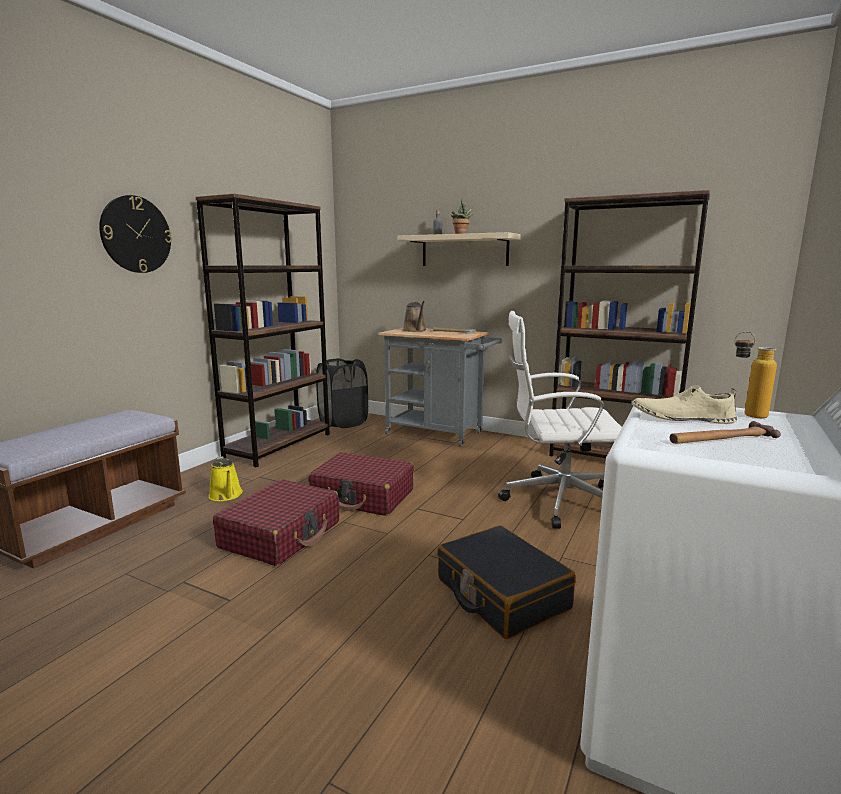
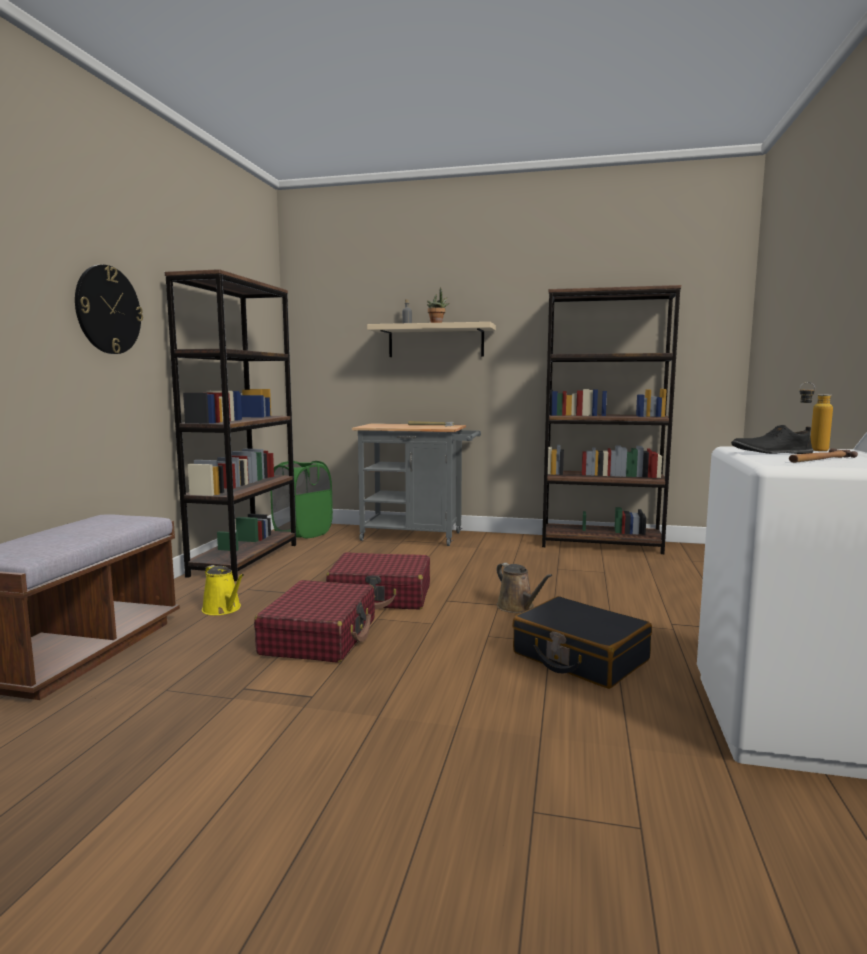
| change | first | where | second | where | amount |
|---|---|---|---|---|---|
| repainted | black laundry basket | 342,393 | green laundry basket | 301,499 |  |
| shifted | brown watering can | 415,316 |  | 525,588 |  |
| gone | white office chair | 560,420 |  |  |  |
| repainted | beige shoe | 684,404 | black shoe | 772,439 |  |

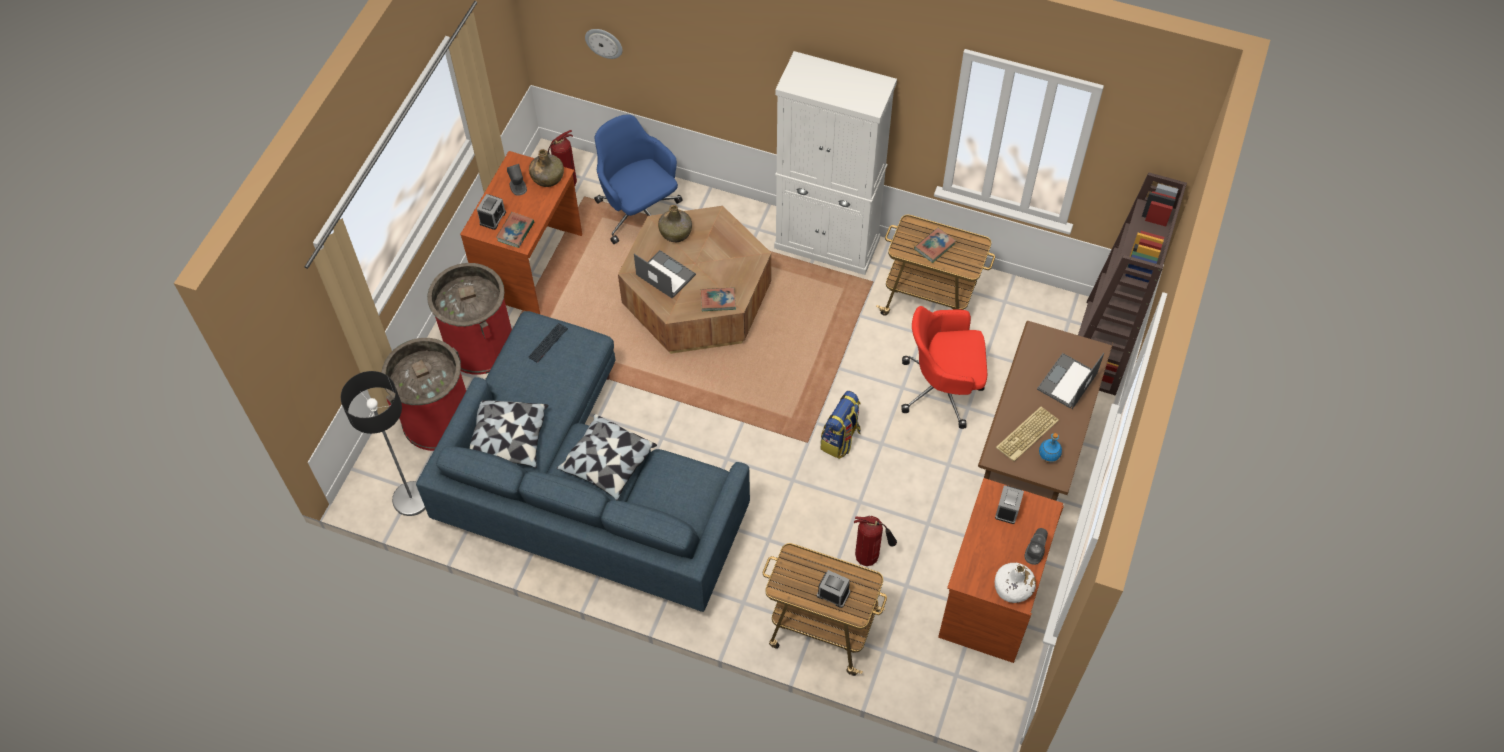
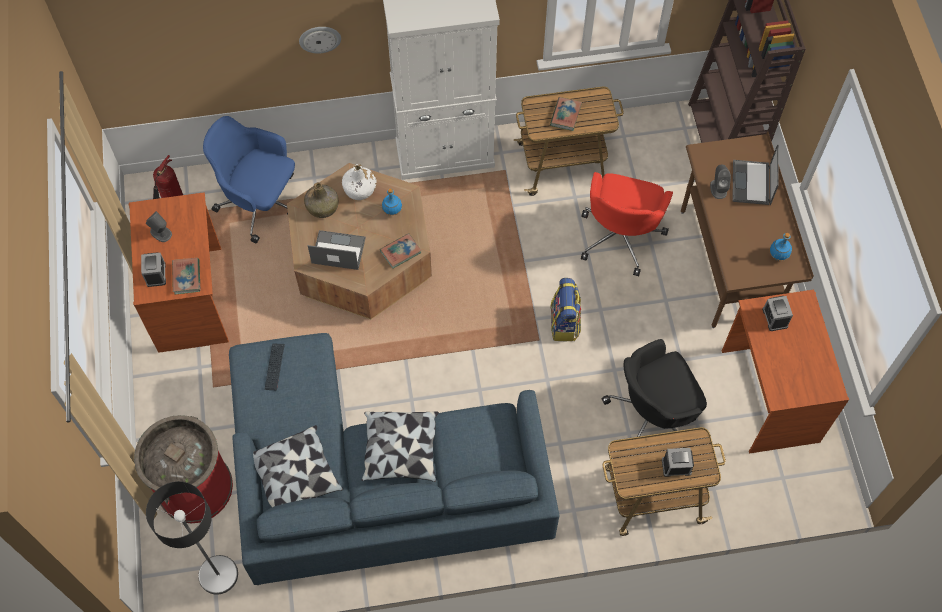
| change | first | where | second | where | amount |
|---|---|---|---|---|---|
| gone | red trash can | 469,319 |  |  |  |
| gone | green bottle | 546,168 |  |  |  |
| shifted | wall clock | 603,44 |  | 320,40 |  |
| swapped | fire extinguisher | 875,541 | black office chair | 654,394 |  |
| rotated | red office chair | 944,367 |  | 627,224 | 45 degrees counterclockwise |
| gone | keyboard | 1027,434 |  |  |  |
| shifted | white bottle | 1015,583 |  | 359,182 |  |
| shifted | grey speaker | 1036,546 |  | 720,182 |  |
| new |  |  | blue bottle | 392,202 |  |

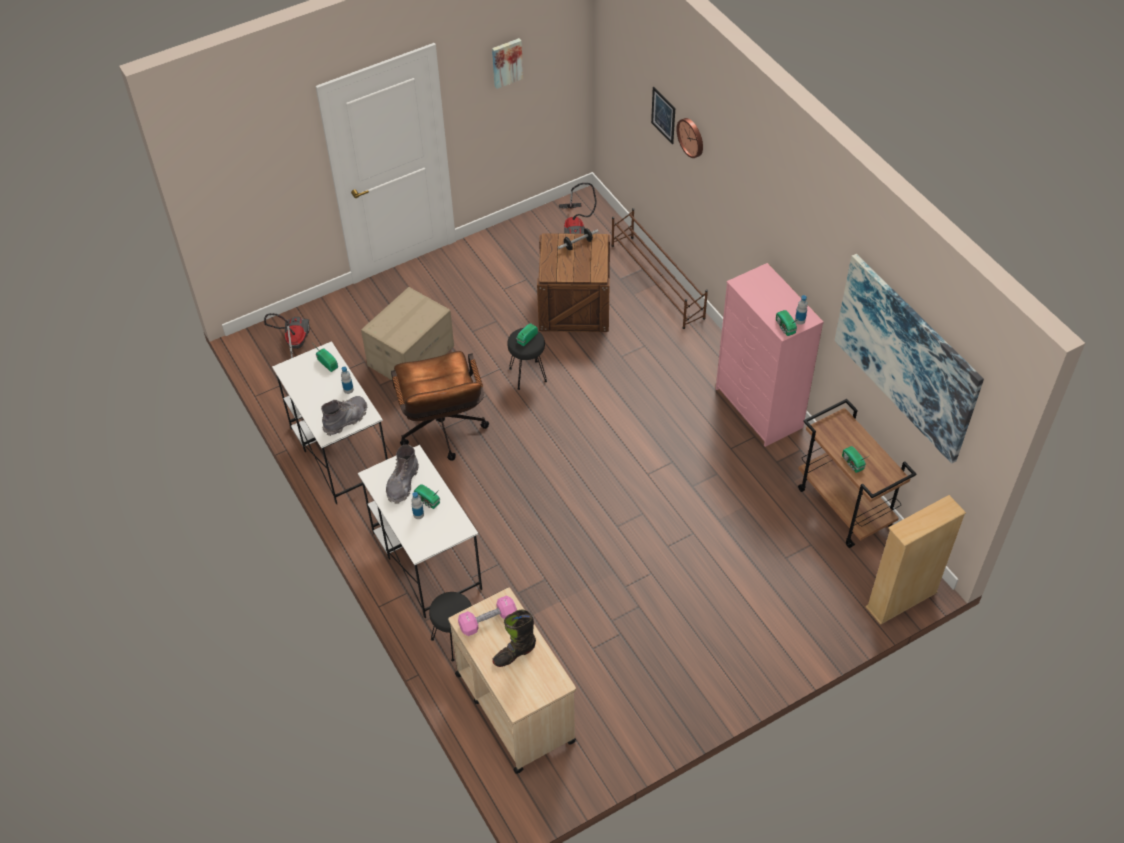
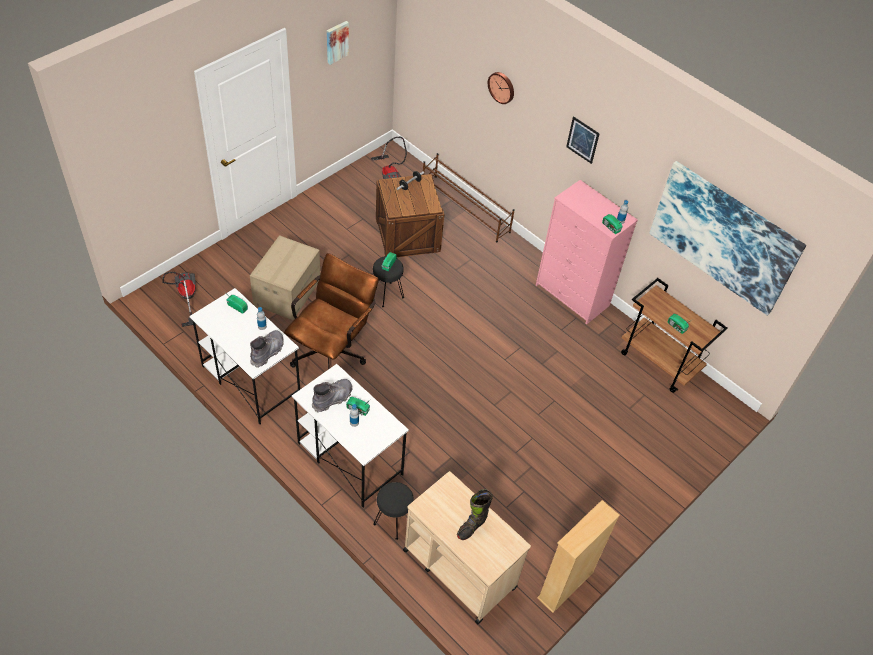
| change | first | where | second | where | amount |
|---|---|---|---|---|---|
| rotated | grey boot | 402,474 |  | 332,395 | 135 degrees counterclockwise |
| rotated | brown office chair | 440,406 |  | 331,311 | 120 degrees counterclockwise |
| gone | pink dumbbell | 487,616 |  |  |  |
| shifted | picture | 663,115 |  | 583,140 |  |
| shifted | beige bookcase | 915,560 |  | 578,556 |  |

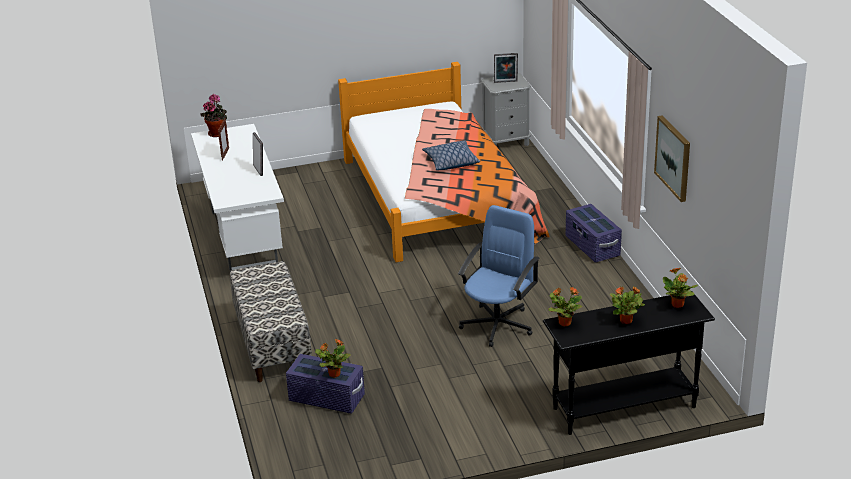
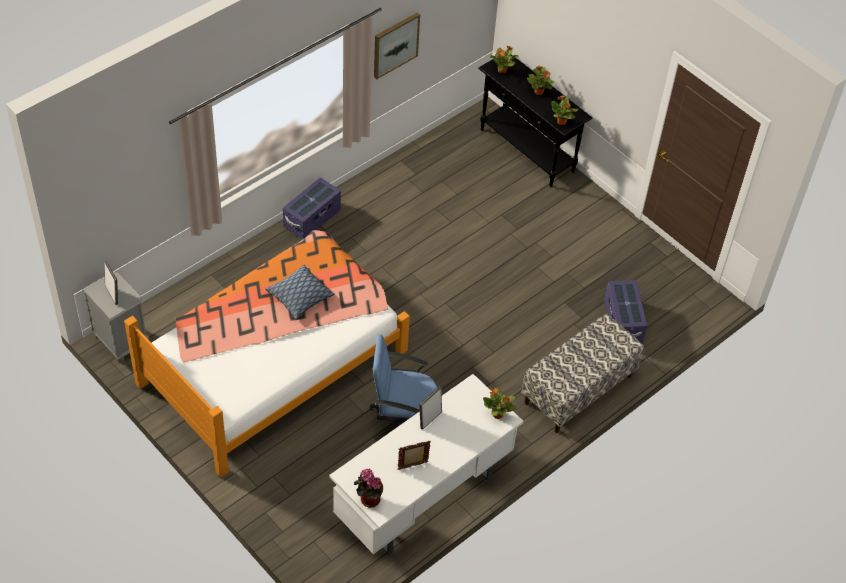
| change | first | where | second | where | amount |
|---|---|---|---|---|---|
| shifted | potted plant | 333,358 |  | 499,403 |  |
| shifted | blue office chair | 498,276 |  | 403,387 |  |

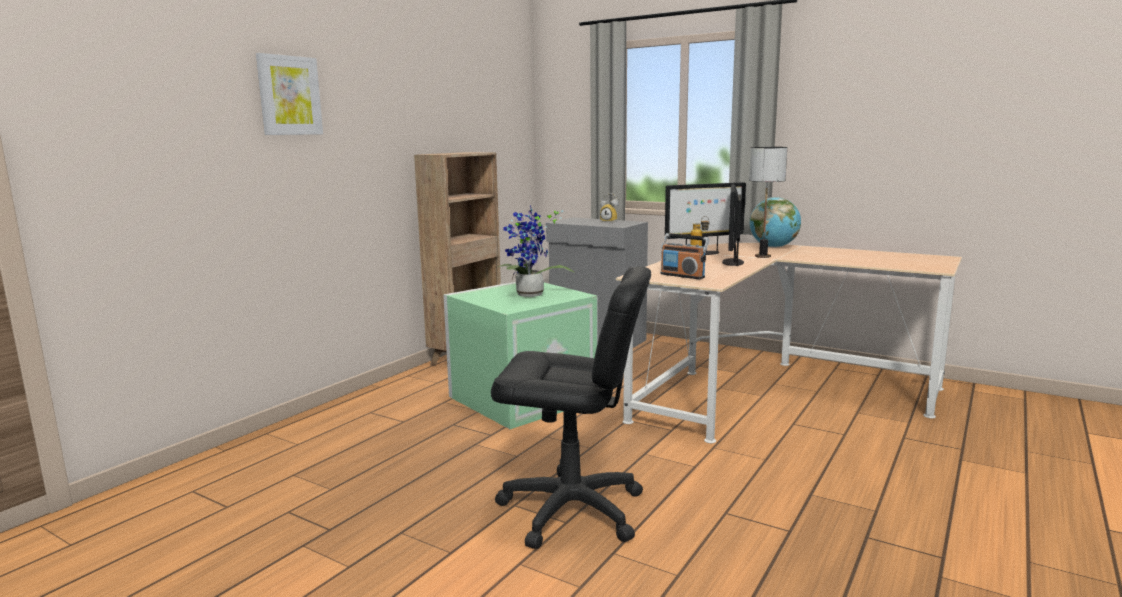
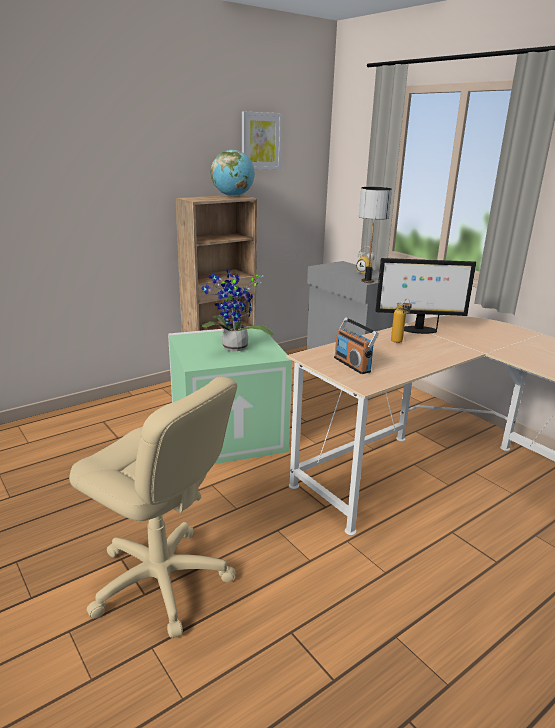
| change | first | where | second | where | amount |
|---|---|---|---|---|---|
| shifted | picture | 289,94 |  | 262,141 |  |
| repainted | black office chair | 571,407 | beige office chair | 153,507 |  |
| gone | monitor | 733,225 |  |  |  |
| shifted | table lamp | 768,202 |  | 375,235 |  |
| shifted | globe | 775,222 |  | 233,173 |  |

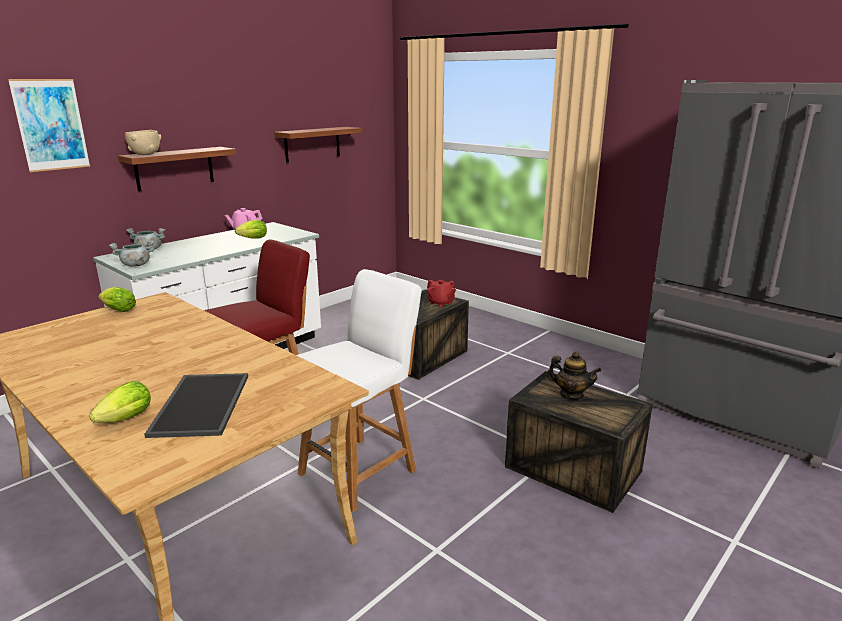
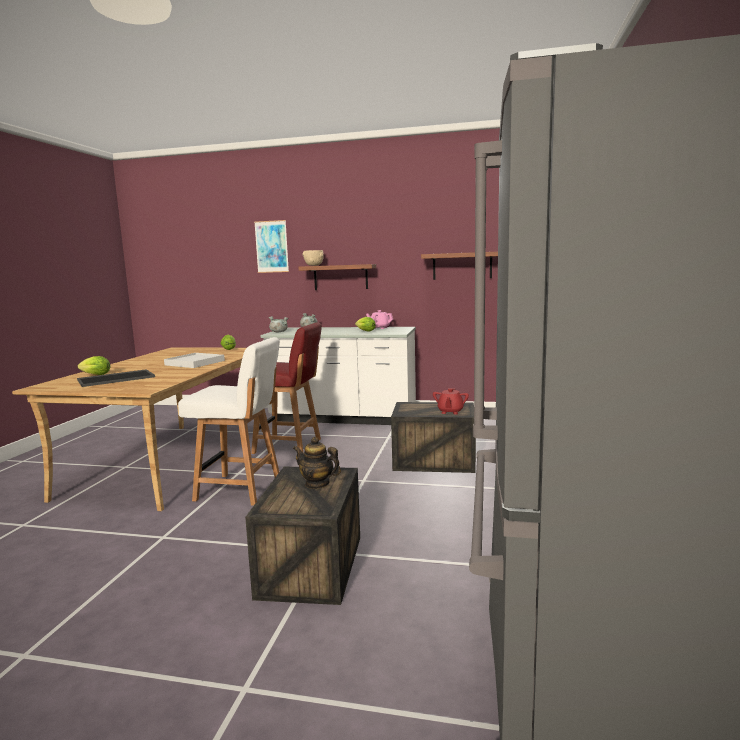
| change | first | where | second | where | amount |
|---|---|---|---|---|---|
| rotated | teapot | 574,375 |  | 317,463 | 120 degrees clockwise |
| new |  |  | white tray | 194,360 |  |

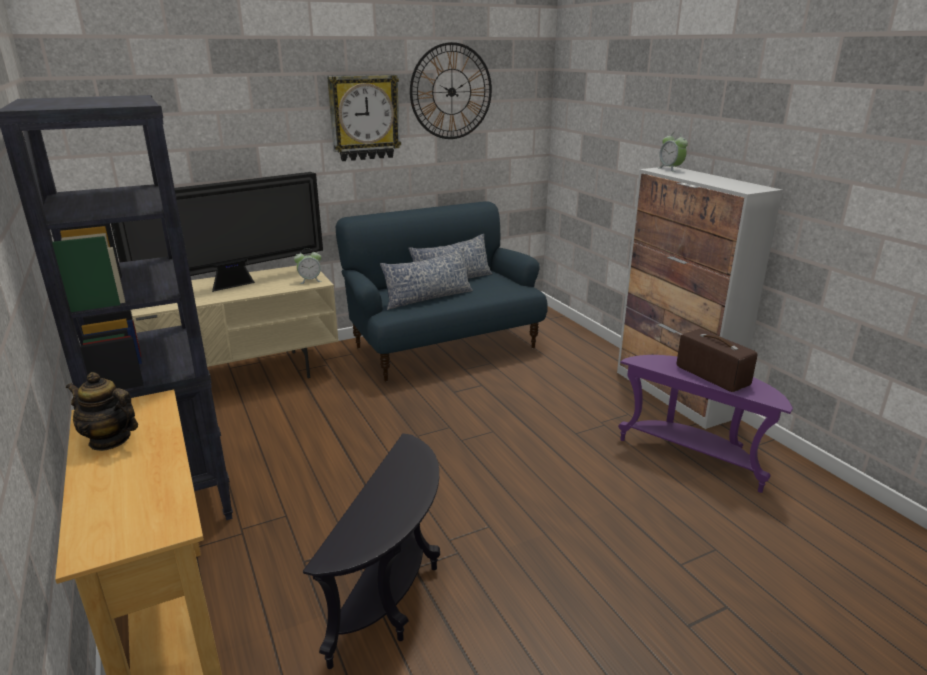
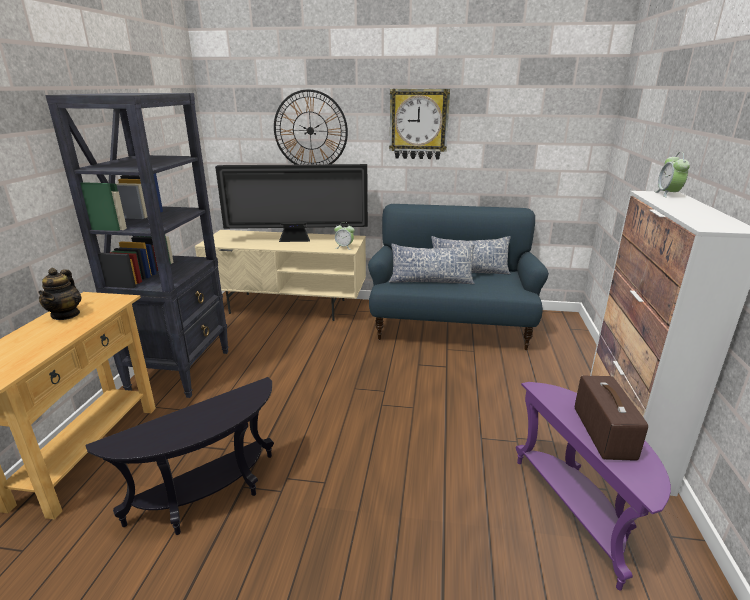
| change | first | where | second | where | amount |
|---|---|---|---|---|---|
| rotated | teapot | 102,411 |  | 59,294 | 150 degrees counterclockwise |
| shifted | wall clock | 451,90 |  | 311,127 |  |

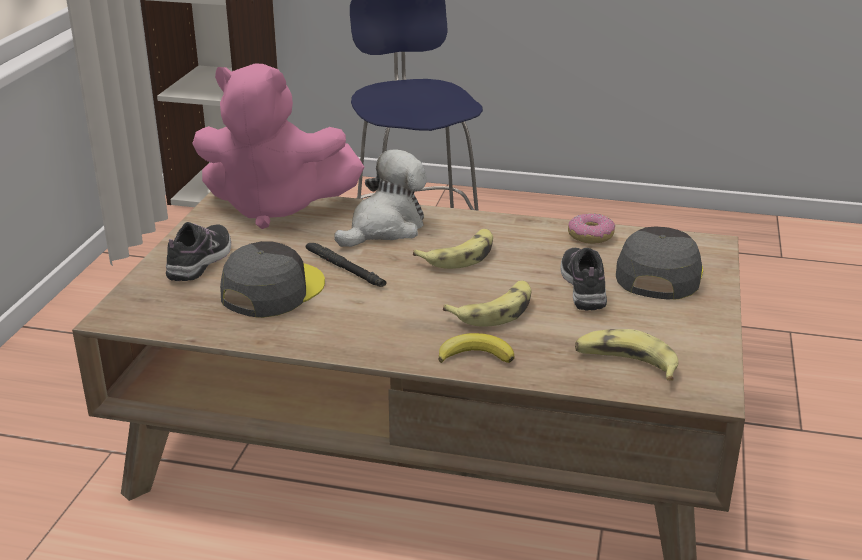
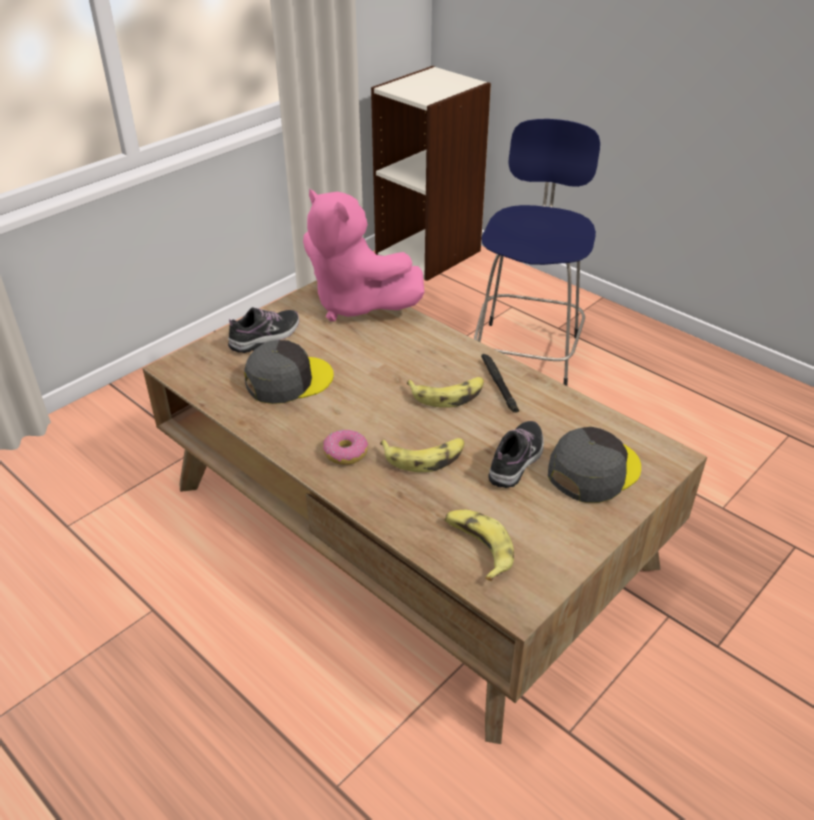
| change | first | where | second | where | amount |
|---|---|---|---|---|---|
| shifted | black flashlight | 346,265 |  | 500,383 |  |
| gone | plush toy | 380,198 |  |  |  |
| gone | banana | 476,348 |  |  |  |
| shifted | donut | 591,229 |  | 345,447 |  |

